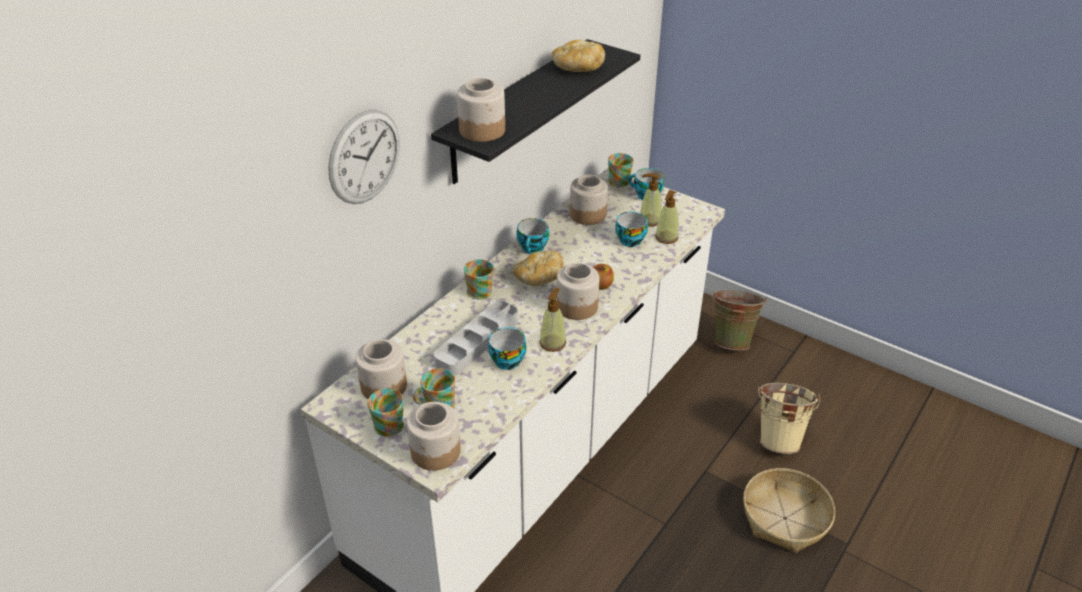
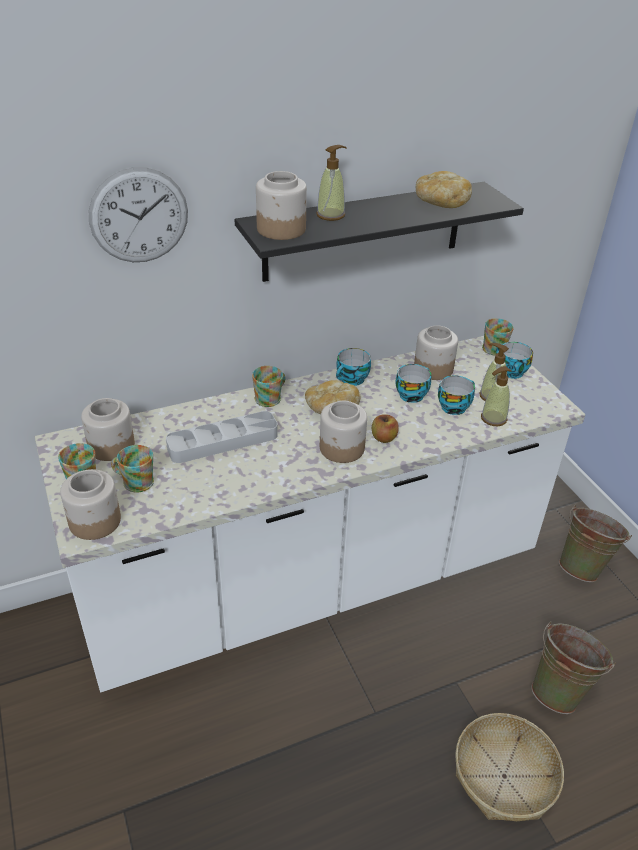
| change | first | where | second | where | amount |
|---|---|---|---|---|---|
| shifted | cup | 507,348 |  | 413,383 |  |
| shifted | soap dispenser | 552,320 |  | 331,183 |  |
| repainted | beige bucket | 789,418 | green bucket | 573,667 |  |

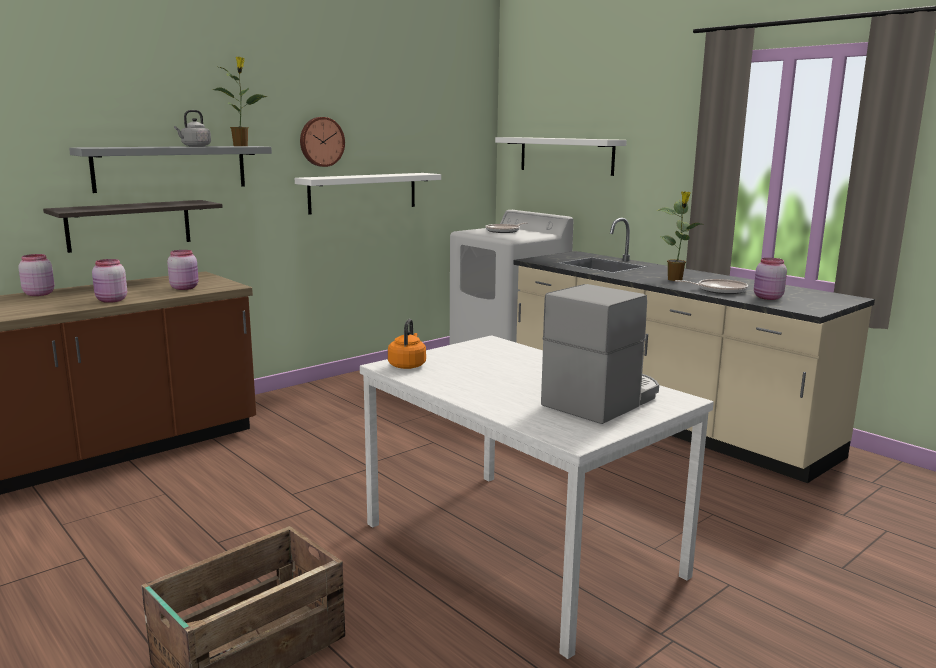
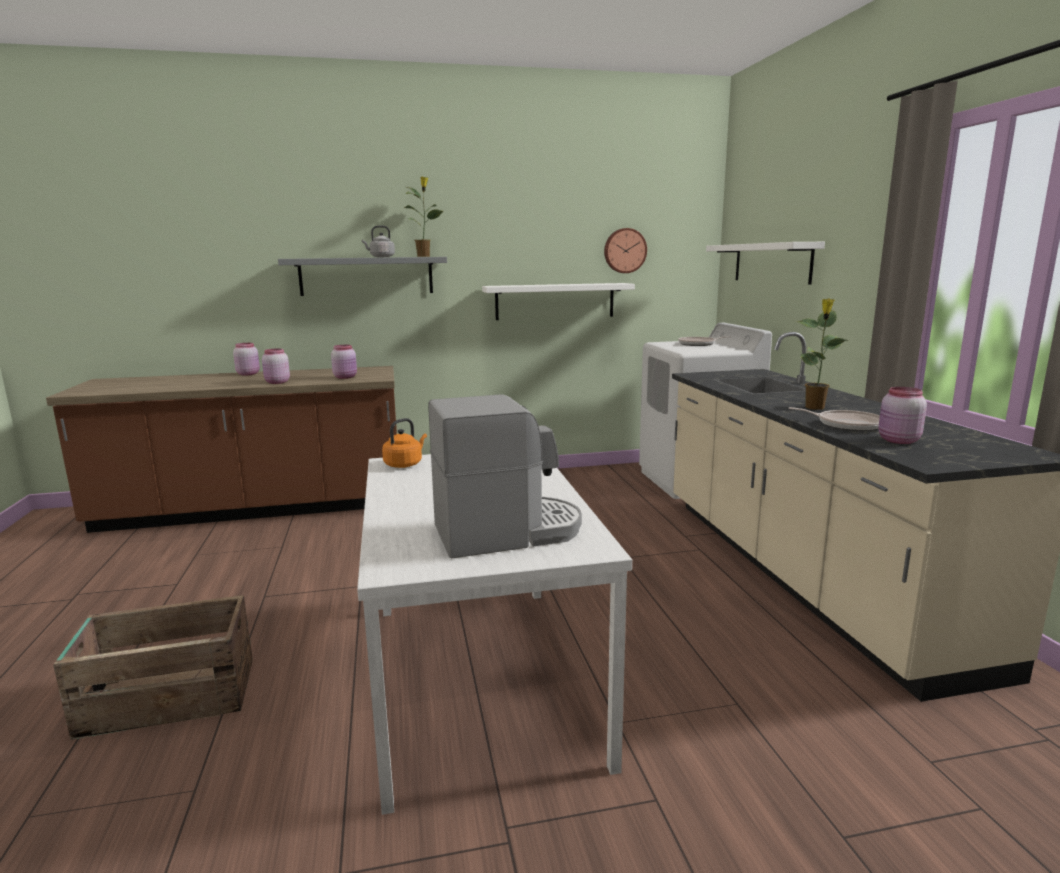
| change | first | where | second | where | amount |
|---|---|---|---|---|---|
| gone | shelf | 133,226 |  |  |  |
| shifted | wall clock | 322,142 |  | 625,250 |  |

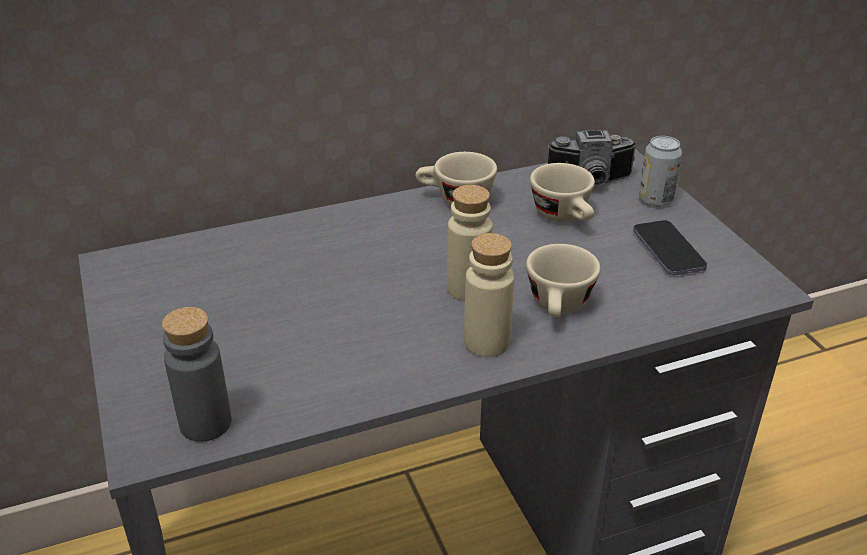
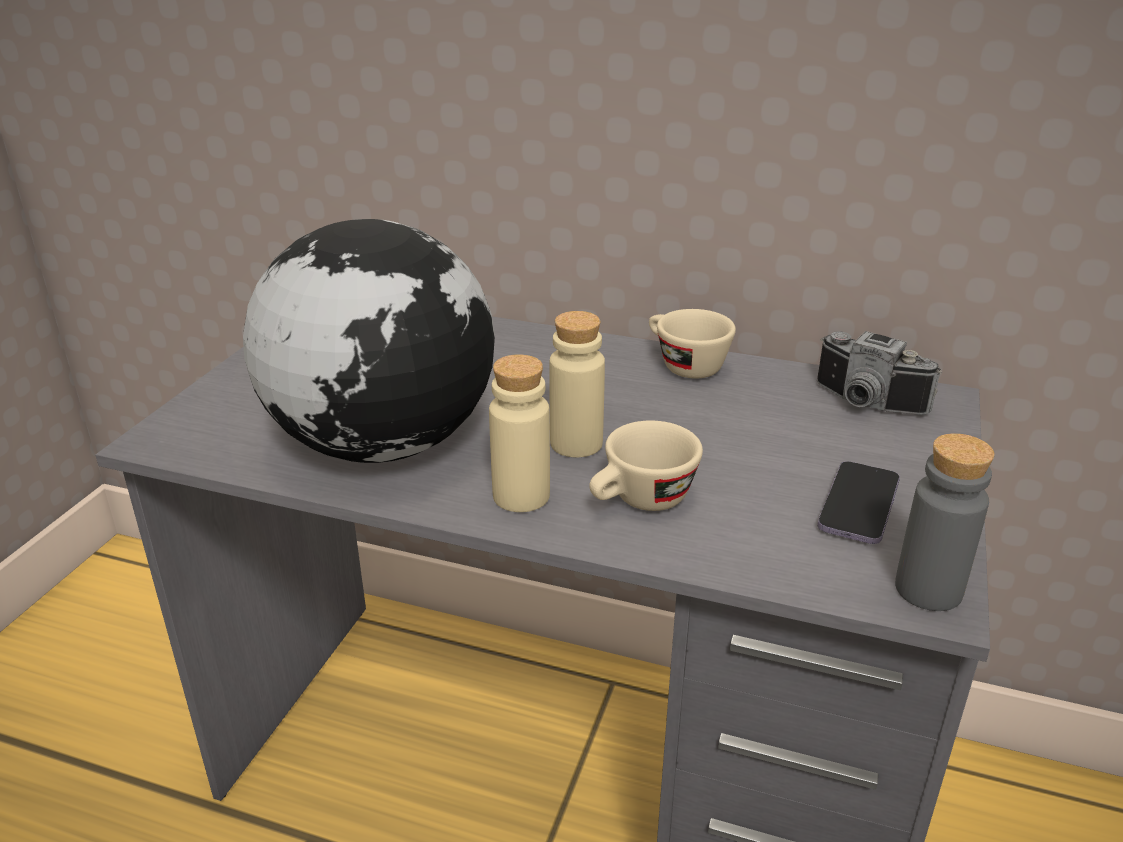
| change | first | where | second | where | amount |
|---|---|---|---|---|---|
| shifted | grey bottle | 196,374 |  | 945,522 |  |
| gone | beige cup | 562,192 |  |  |  |
| gone | can | 660,171 |  |  |  |
| new |  |  | globe | 369,341 |  |

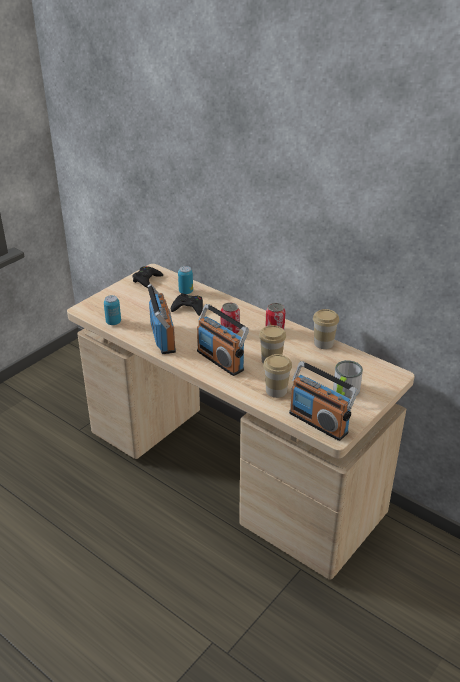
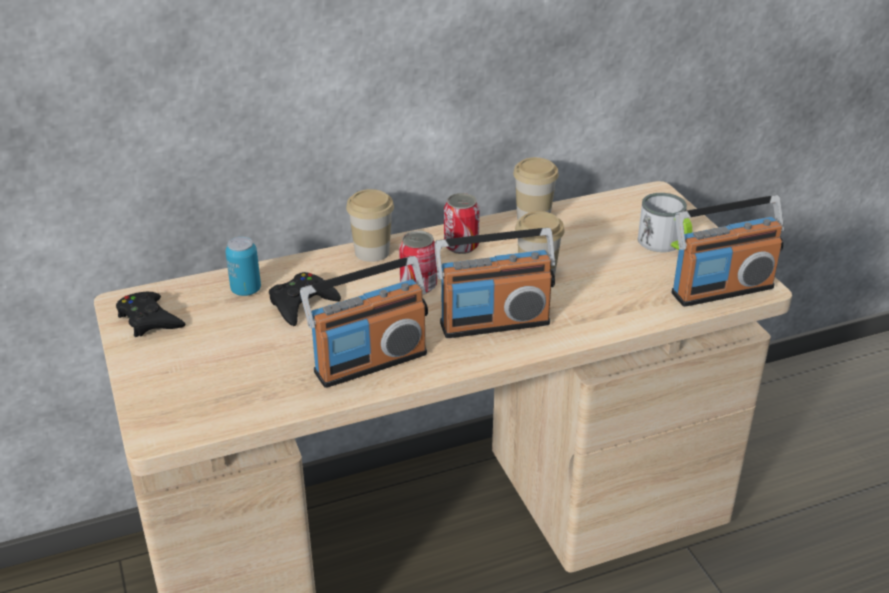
| change | first | where | second | where | amount |
|---|---|---|---|---|---|
| gone | can | 112,310 |  |  |  |
| rotated | radio | 161,319 |  | 364,322 | 135 degrees clockwise |
| shifted | cup | 277,376 |  | 370,225 |  |

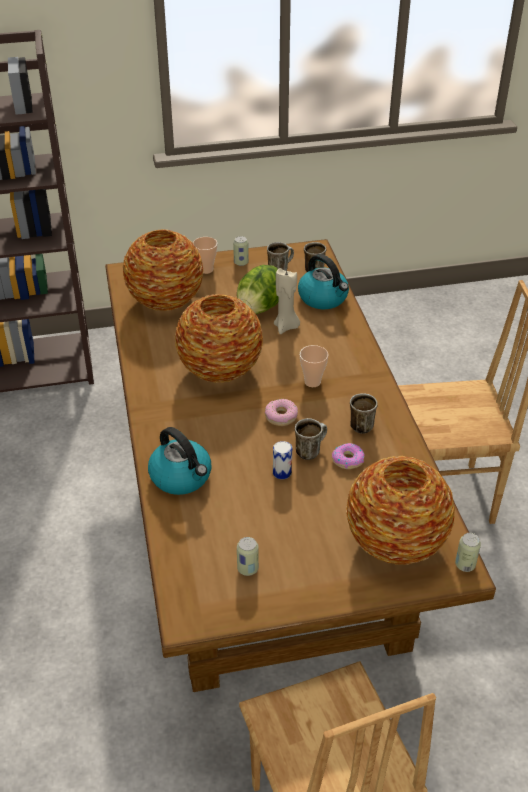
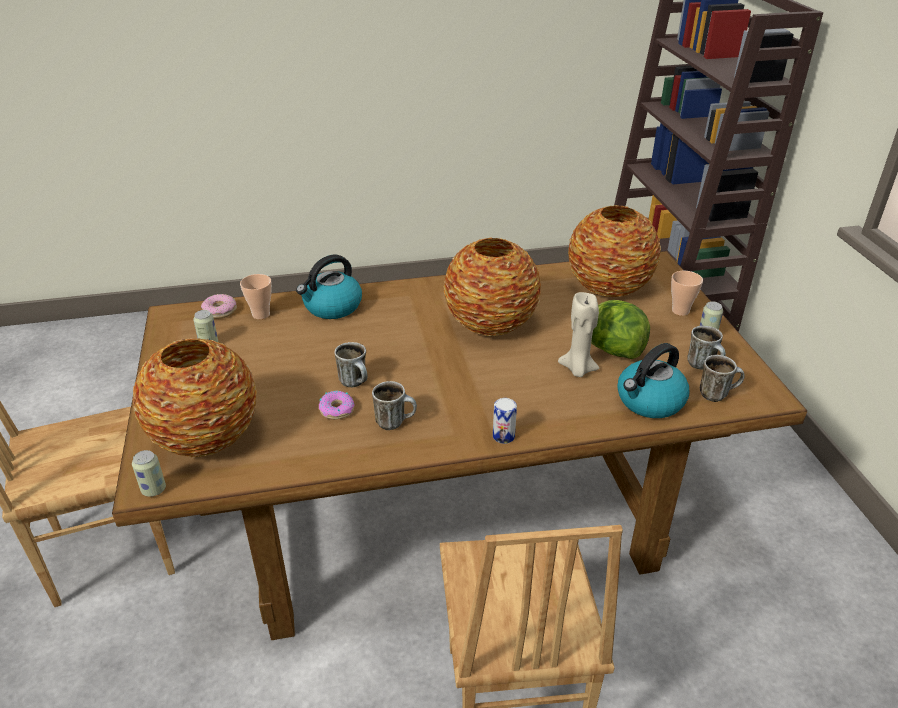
| change | first | where | second | where | amount |
|---|---|---|---|---|---|
| shifted | donut | 281,412 |  | 219,306 |  |
| shifted | can | 282,460 |  | 505,421 |  |
| shifted | cup | 314,366 |  | 256,296 |  |

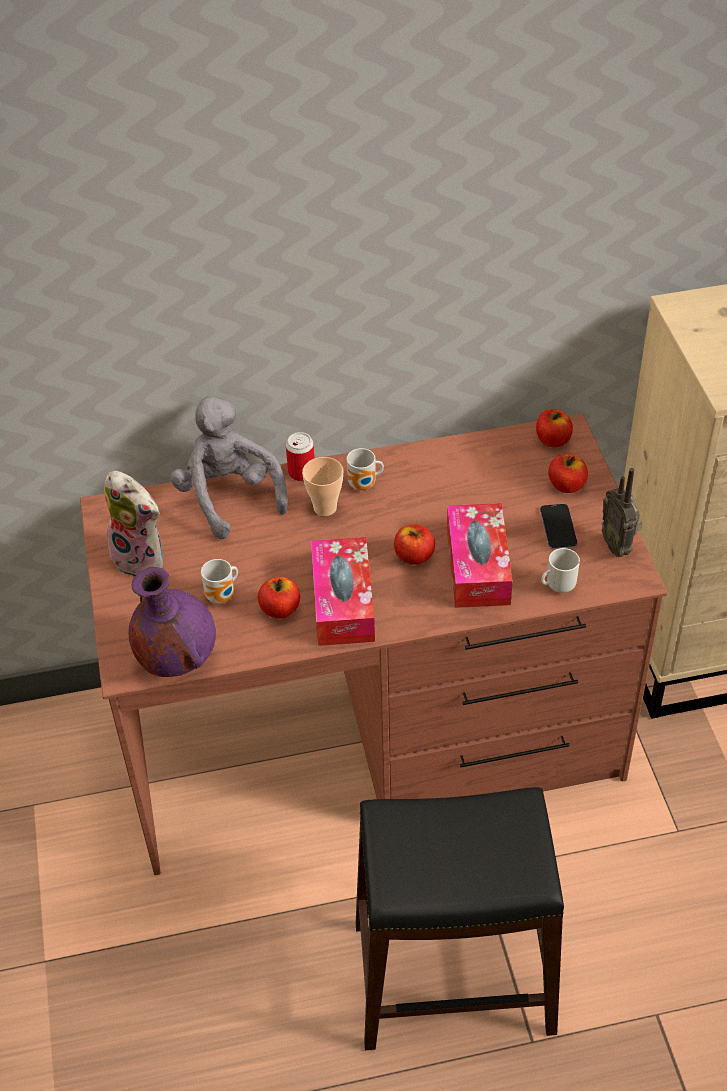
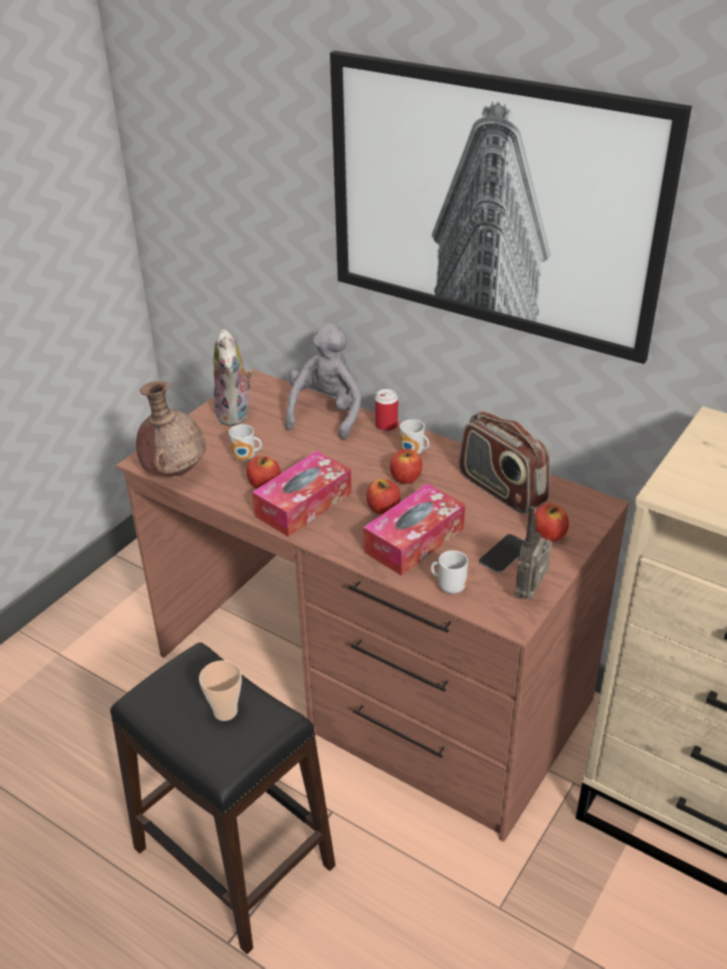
| change | first | where | second | where | amount |
|---|---|---|---|---|---|
| repainted | purple vase | 172,622 | brown vase | 171,428 |  |
| shifted | cup | 322,486 |  | 220,690 |  |
| shifted | apple | 554,428 |  | 406,466 |  |
| new |  |  | picture | 511,207 |  |
| new |  |  | radio | 504,462 |  |

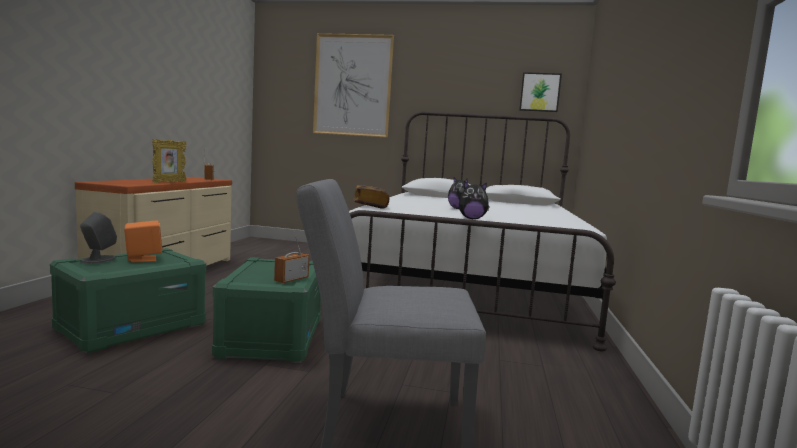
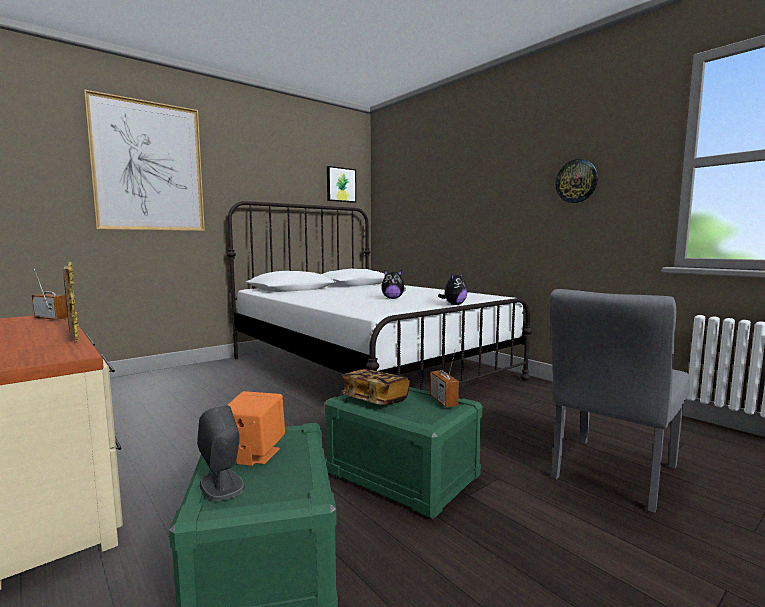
| change | first | where | second | where | amount |
|---|---|---|---|---|---|
| shifted | book | 371,197 |  | 375,387 |  |
| new |  |  | wall clock | 576,181 |  |

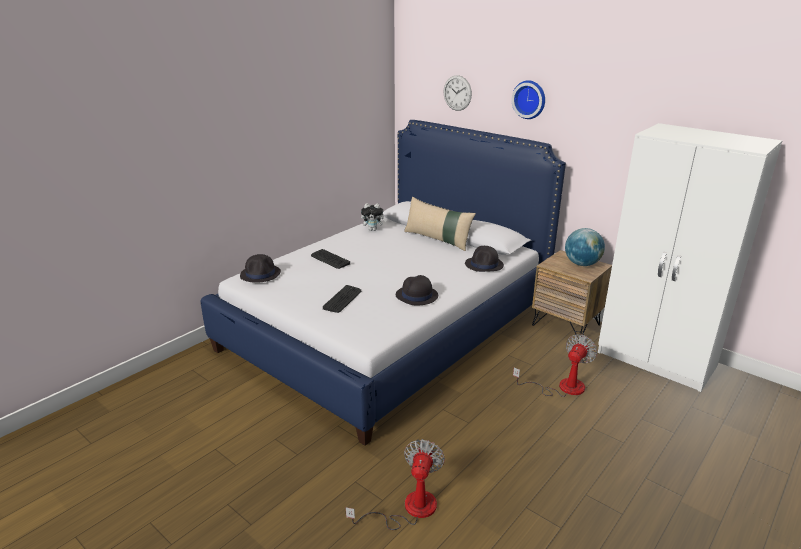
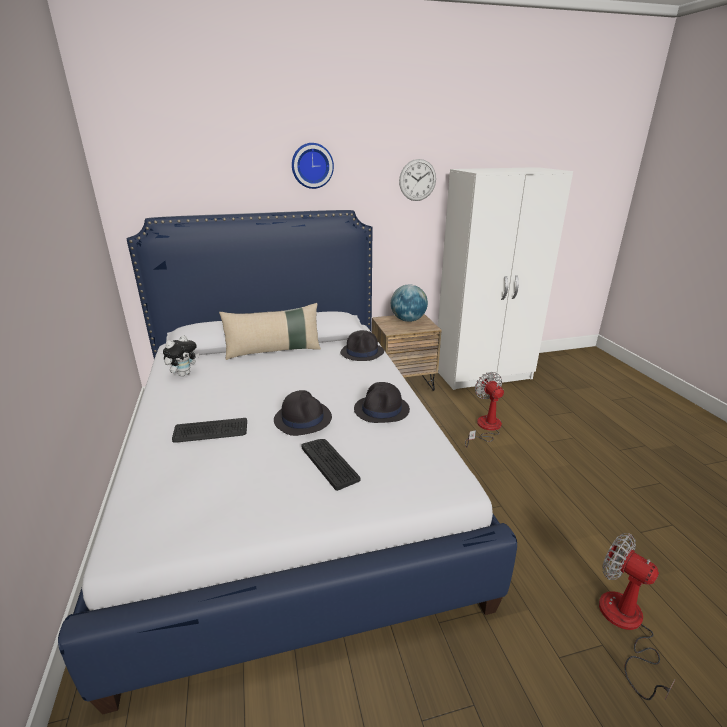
| change | first | where | second | where | amount |
|---|---|---|---|---|---|
| shifted | black hat | 260,268 |  | 303,413 |  |
| shifted | wall clock | 457,93 |  | 417,180 |  |

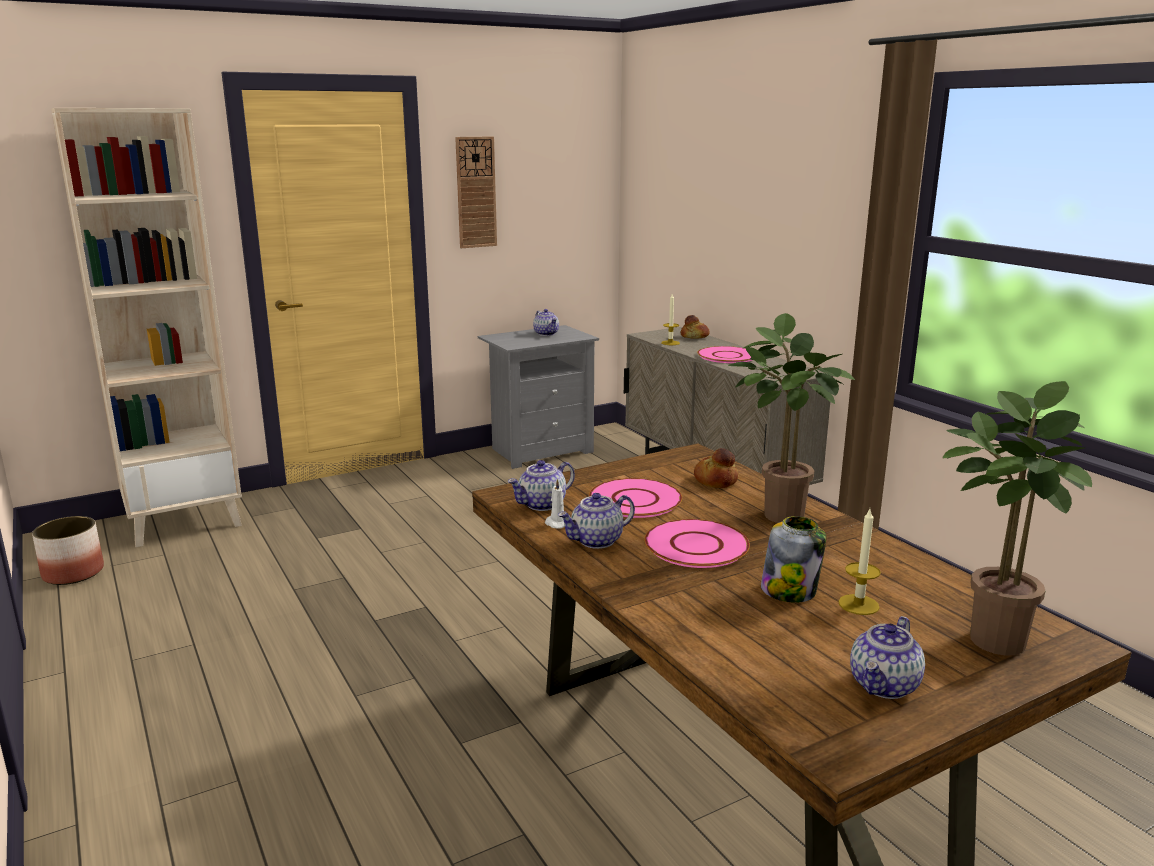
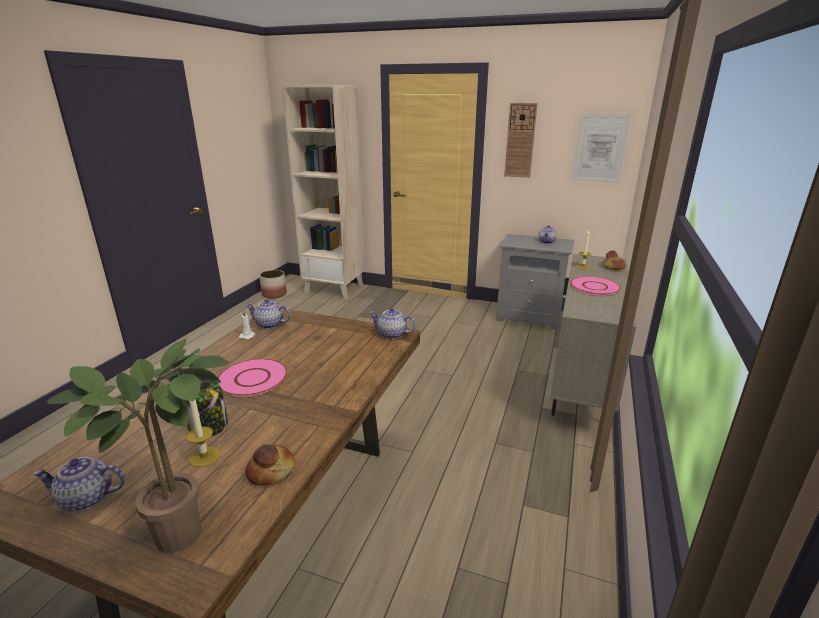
| change | first | where | second | where | amount |
|---|---|---|---|---|---|
| shifted | teapot | 596,521 |  | 392,323 |  |
| gone | pink plate | 635,498 |  |  |  |
| shifted | bread | 716,468 |  | 270,465 |  |
| gone | potted plant | 791,418 |  |  |  |
| new |  |  | picture | 602,148 |  |

